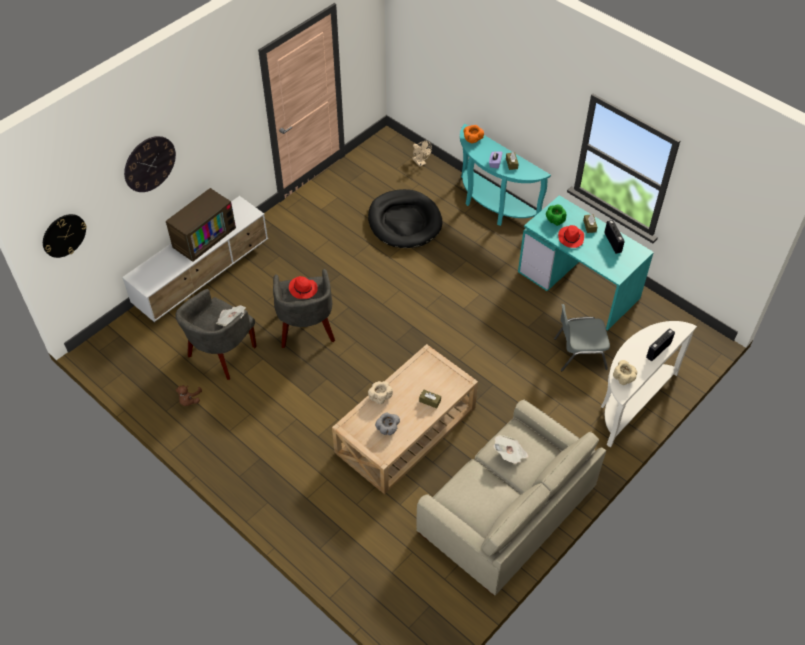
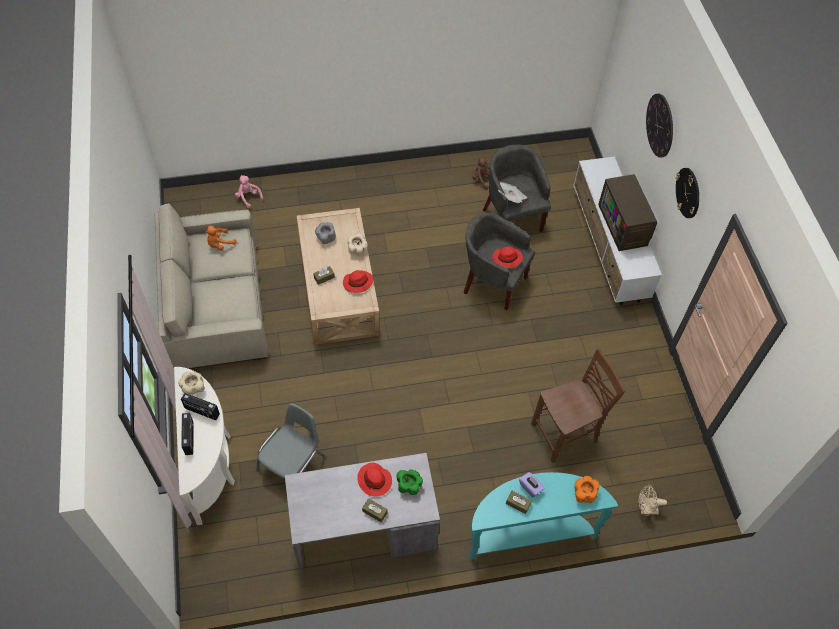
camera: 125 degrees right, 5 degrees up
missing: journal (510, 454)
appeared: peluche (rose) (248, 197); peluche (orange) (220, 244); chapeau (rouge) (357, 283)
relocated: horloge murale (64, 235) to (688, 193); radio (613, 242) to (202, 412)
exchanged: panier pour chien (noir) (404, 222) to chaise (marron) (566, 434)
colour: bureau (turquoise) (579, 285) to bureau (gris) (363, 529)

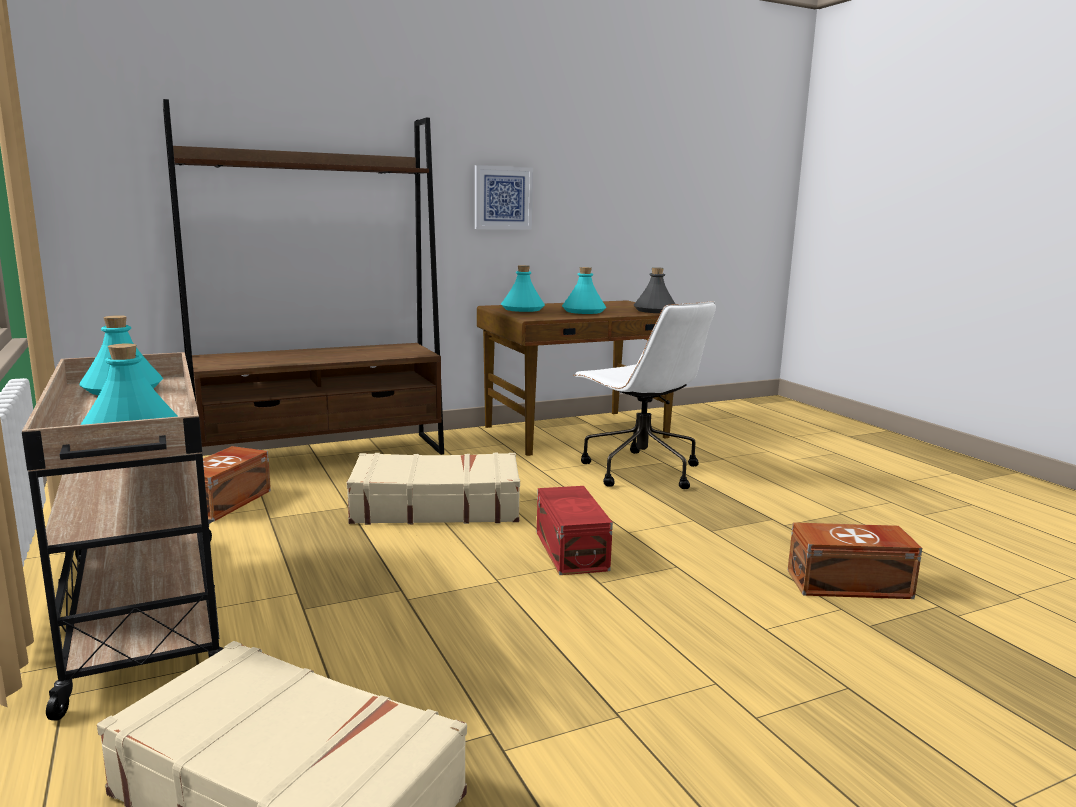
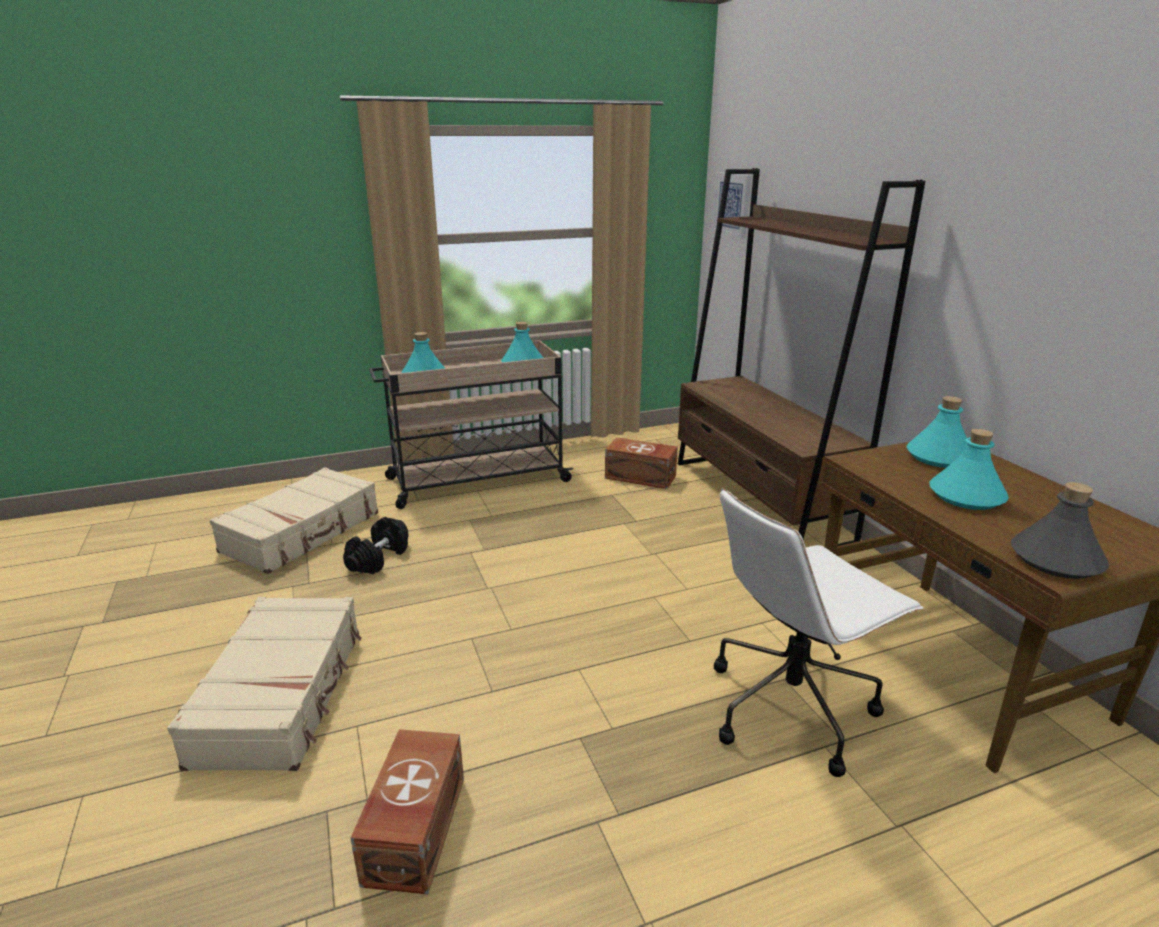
camera: 95 degrees right, 10 degrees up
missing: boîte de rangement (rouge) (572, 550)
appeared: haltère (noir) (378, 559)
relocated: tableau (503, 198) to (732, 204); valise (beige) (436, 506) to (282, 695)

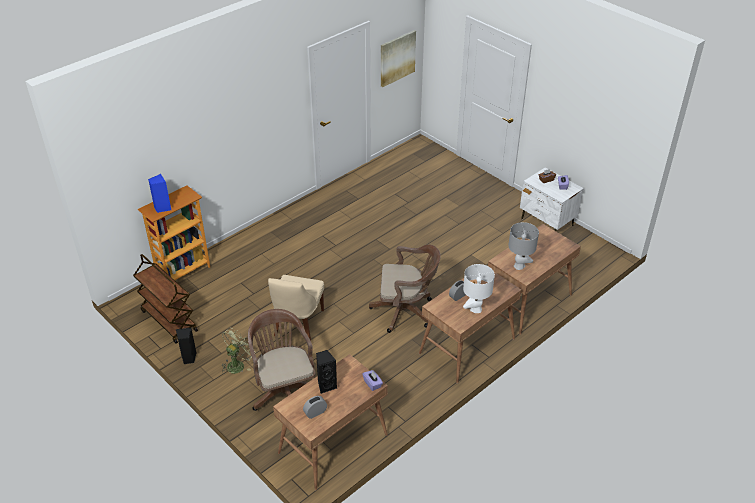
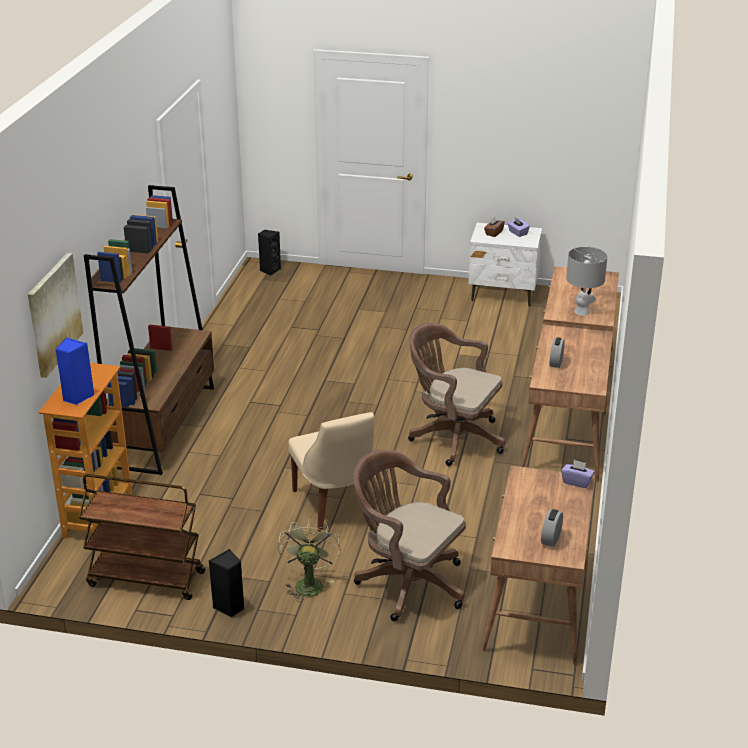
camera: 35 degrees left, 10 degrees down
missing: lampe de table (blanc) (475, 309)
appeared: bibliothèque (marron) (165, 426)
relocated: tableau (397, 58) to (54, 314); enceinte (noir) (326, 385) to (269, 270)
spun: chaise de bureau (marron) (406, 311) = (453, 437) 120 degrees counterclockwise

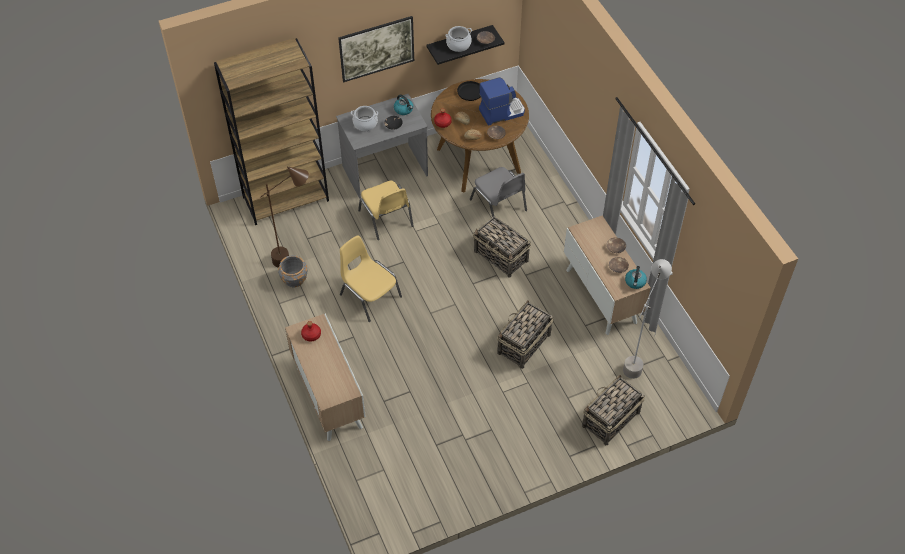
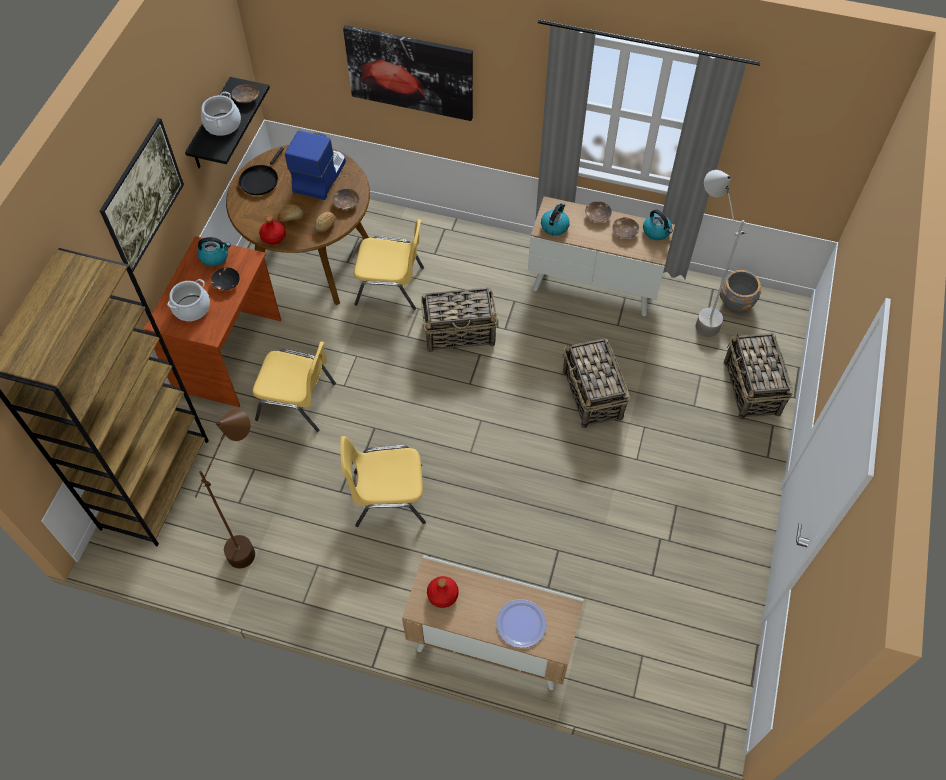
camera: 50 degrees left, 5 degrees up
appeared: tableau (410, 72); bouilloire (554, 226); assiette (521, 624)
relocated: cache-pot (gris) (294, 279) to (735, 303)
colour: bureau (gris) (385, 171) to bureau (marron) (229, 354); chaise (gris) (499, 205) to chaise (jaune) (391, 285)

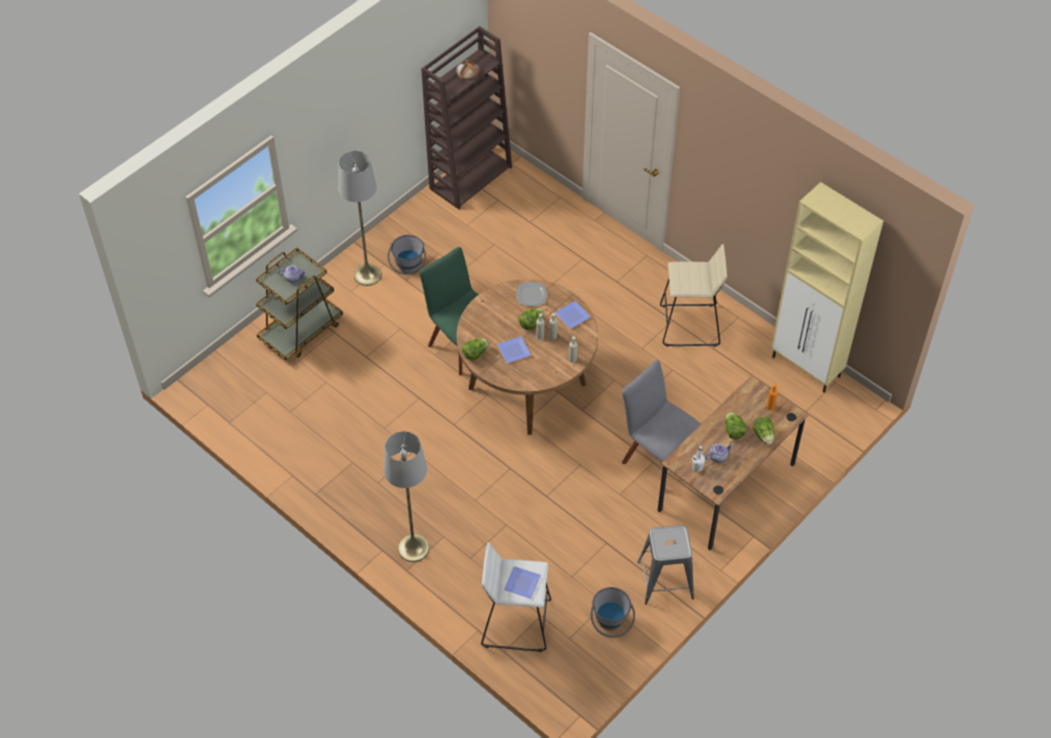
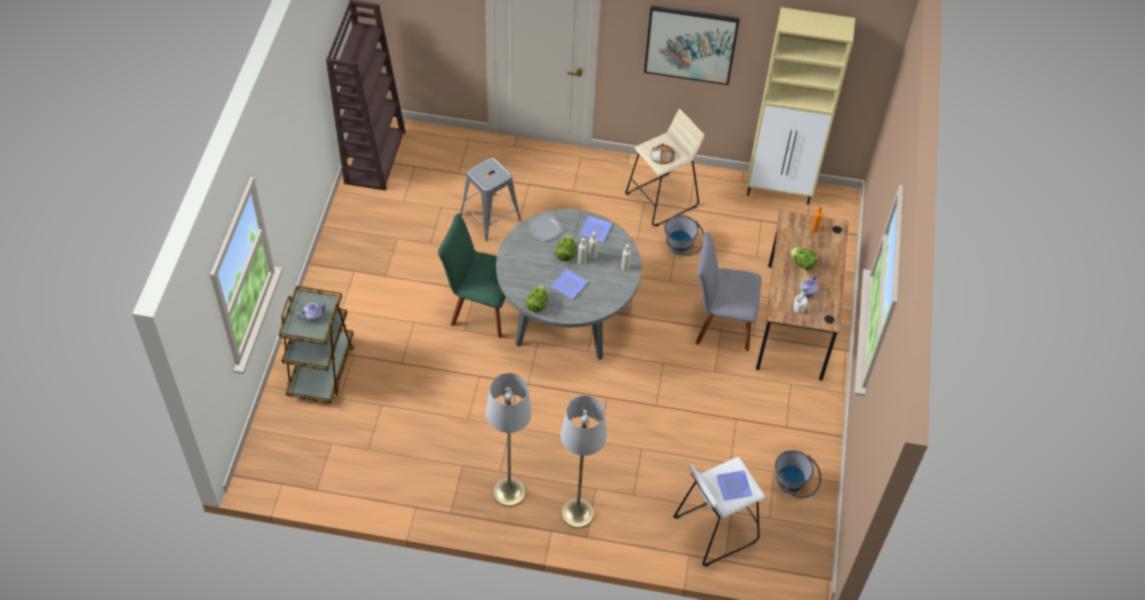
camera: 35 degrees left, 0 degrees up
missing: laitue (763, 436)
appeared: tableau (690, 44)
relocated: pain (468, 71) to (662, 155); lampadaire (gris) (367, 275) to (509, 492); seau (gris) (408, 269) to (681, 250); tabouret (gris) (665, 580) to (490, 217)
colour: table à manger (marron) (527, 386) to table à manger (gris) (566, 318)

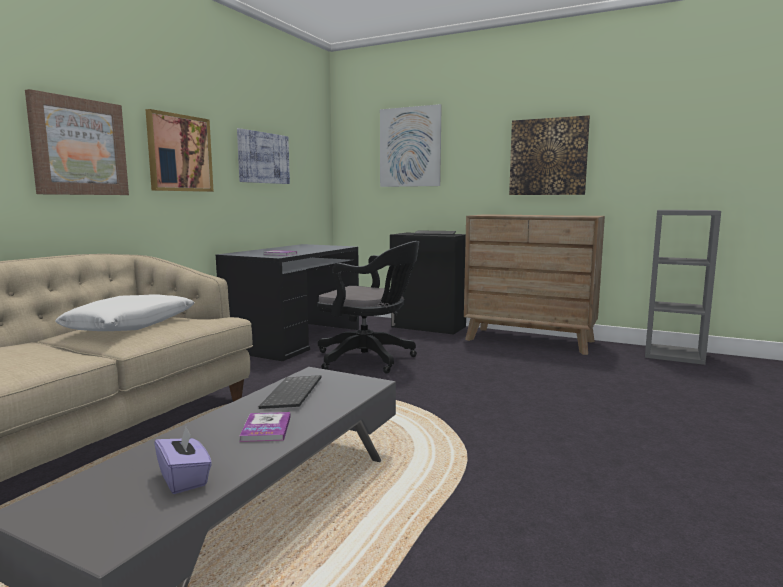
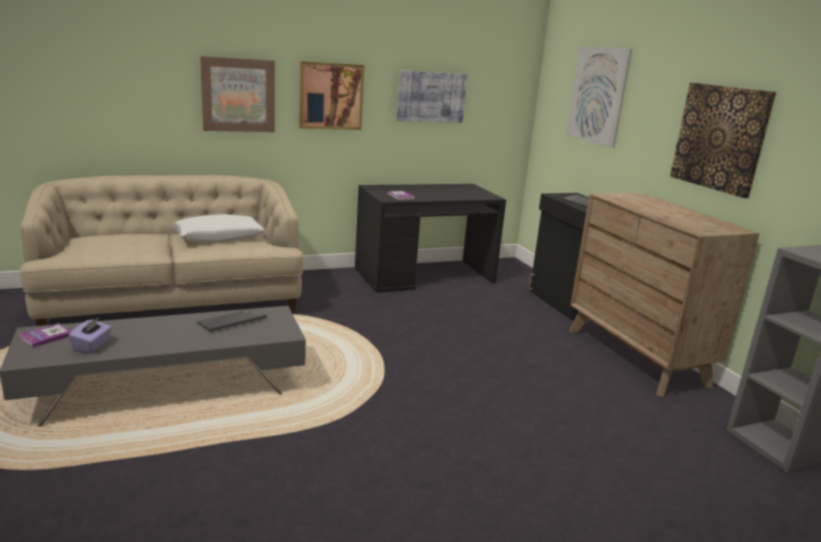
camera: 40 degrees right, 10 degrees up
missing: chaise de bureau (noir) (370, 360)
relocated: livre (266, 428) to (46, 336)

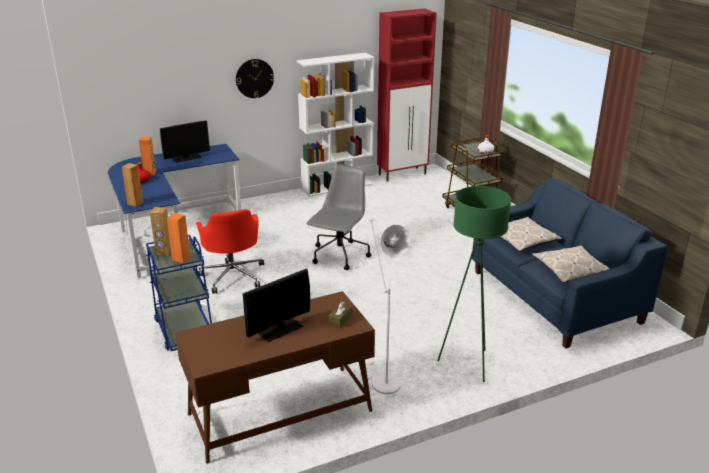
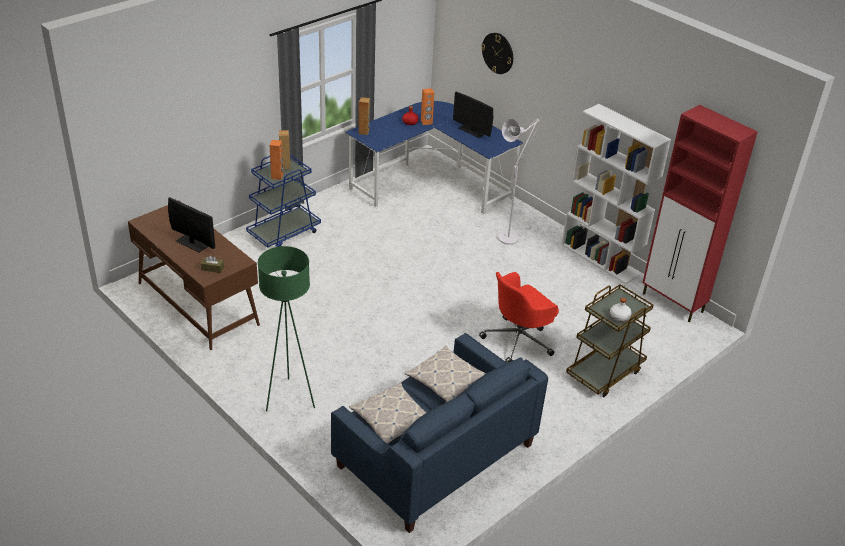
camera: 70 degrees right, 10 degrees up
missing: chaise de bureau (gris) (339, 256)
relocated: horloge murale (254, 78) to (498, 53); chaise de bureau (rouge) (233, 275) to (518, 340); lampadaire (blanc) (382, 381) to (510, 236)

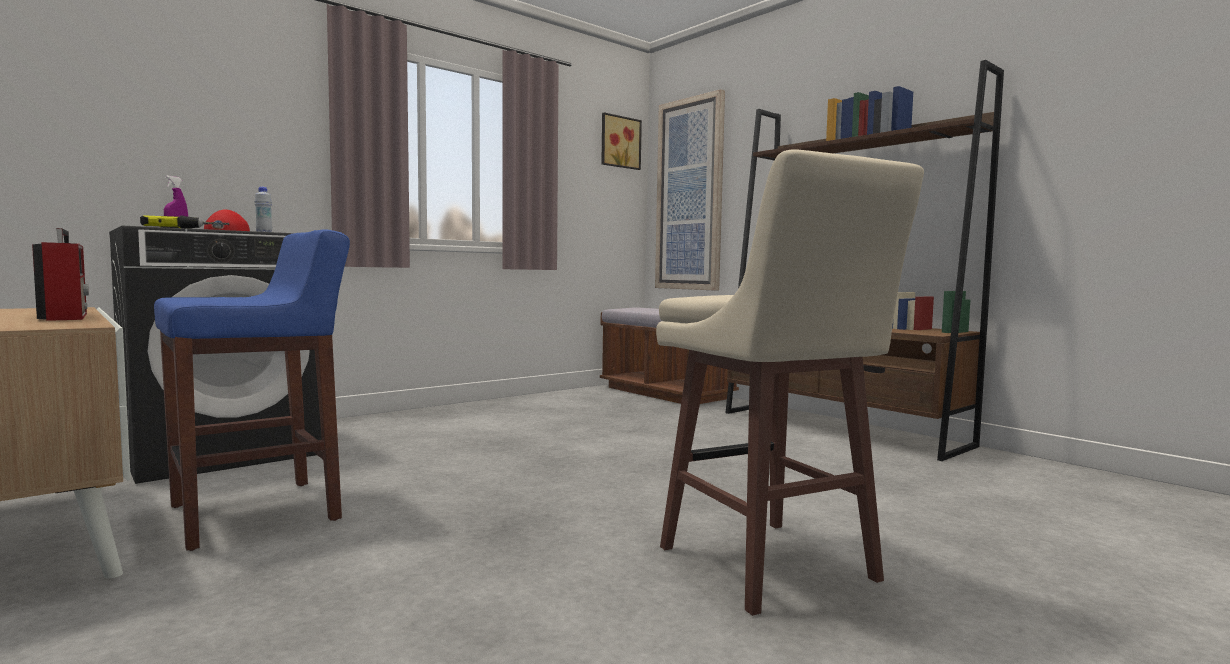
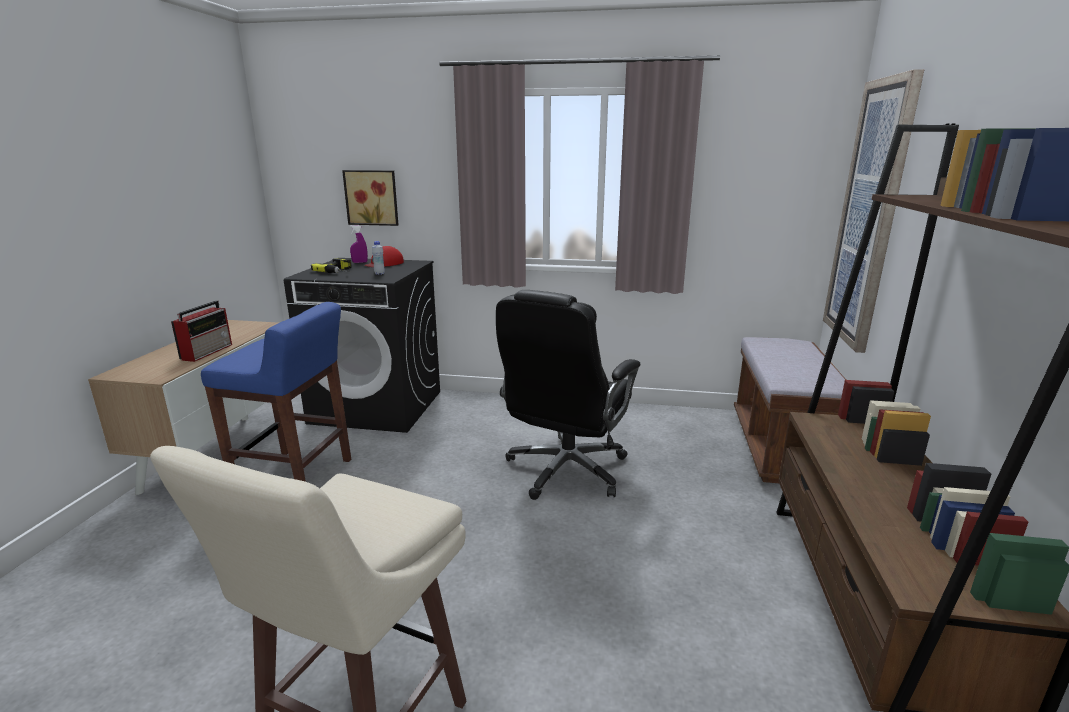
camera: 50 degrees right, 15 degrees up
appeared: chaise de bureau (noir) (565, 470)
relocated: tableau (619, 142) to (372, 197)

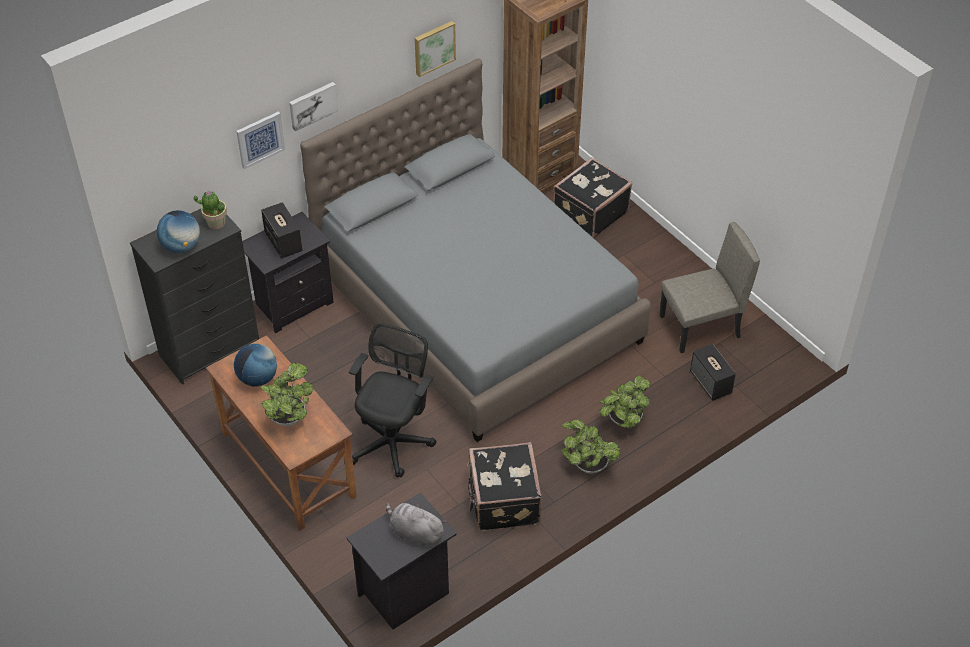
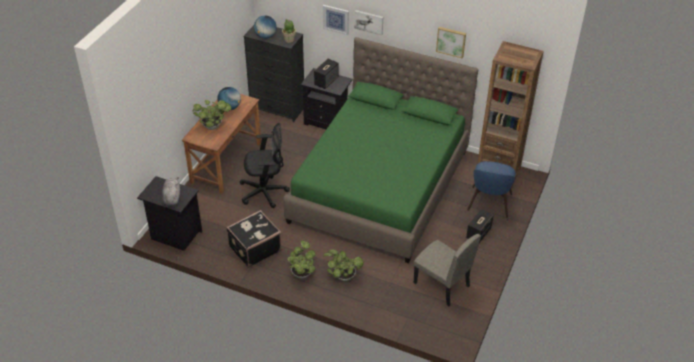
camera: 60 degrees right, 5 degrees down
relocated: enceinte (711, 383) to (478, 233)
exchanged: valise (noir) (589, 213) to chaise (bleu) (489, 203)
colour: lit (gris) (477, 306) to lit (vert) (380, 186)

